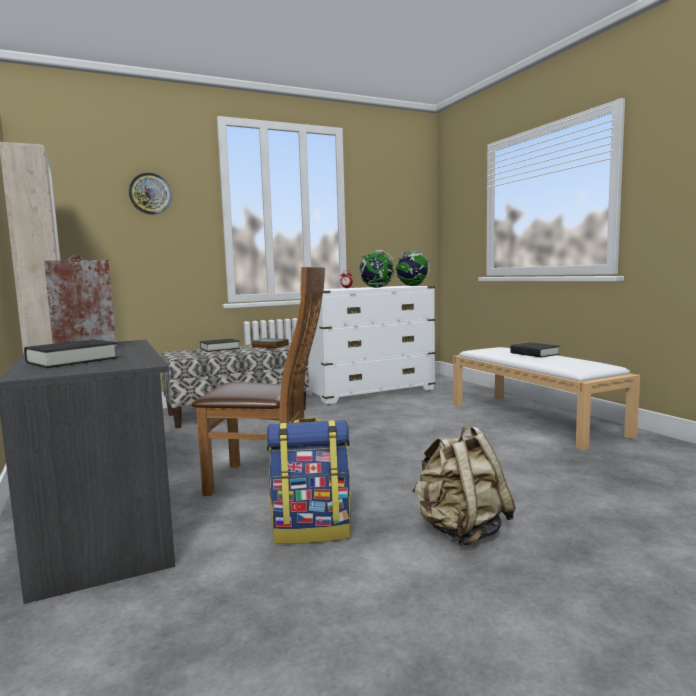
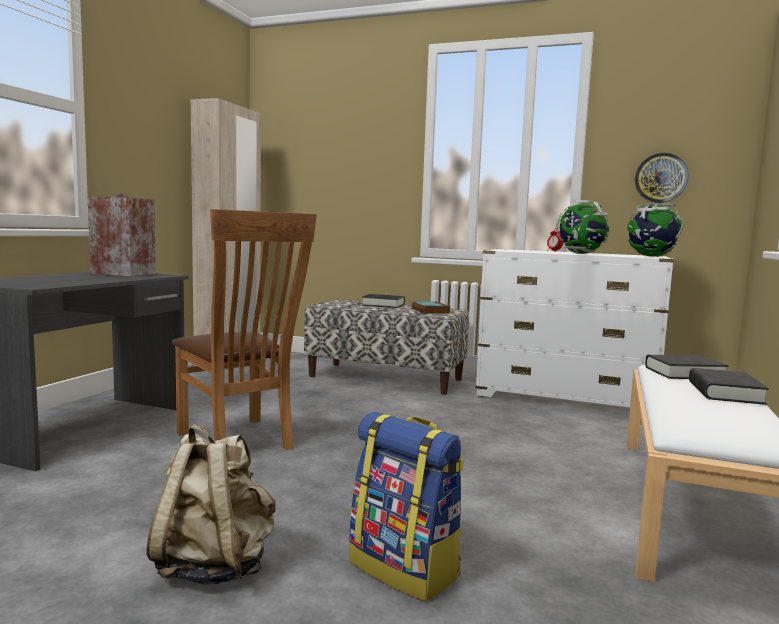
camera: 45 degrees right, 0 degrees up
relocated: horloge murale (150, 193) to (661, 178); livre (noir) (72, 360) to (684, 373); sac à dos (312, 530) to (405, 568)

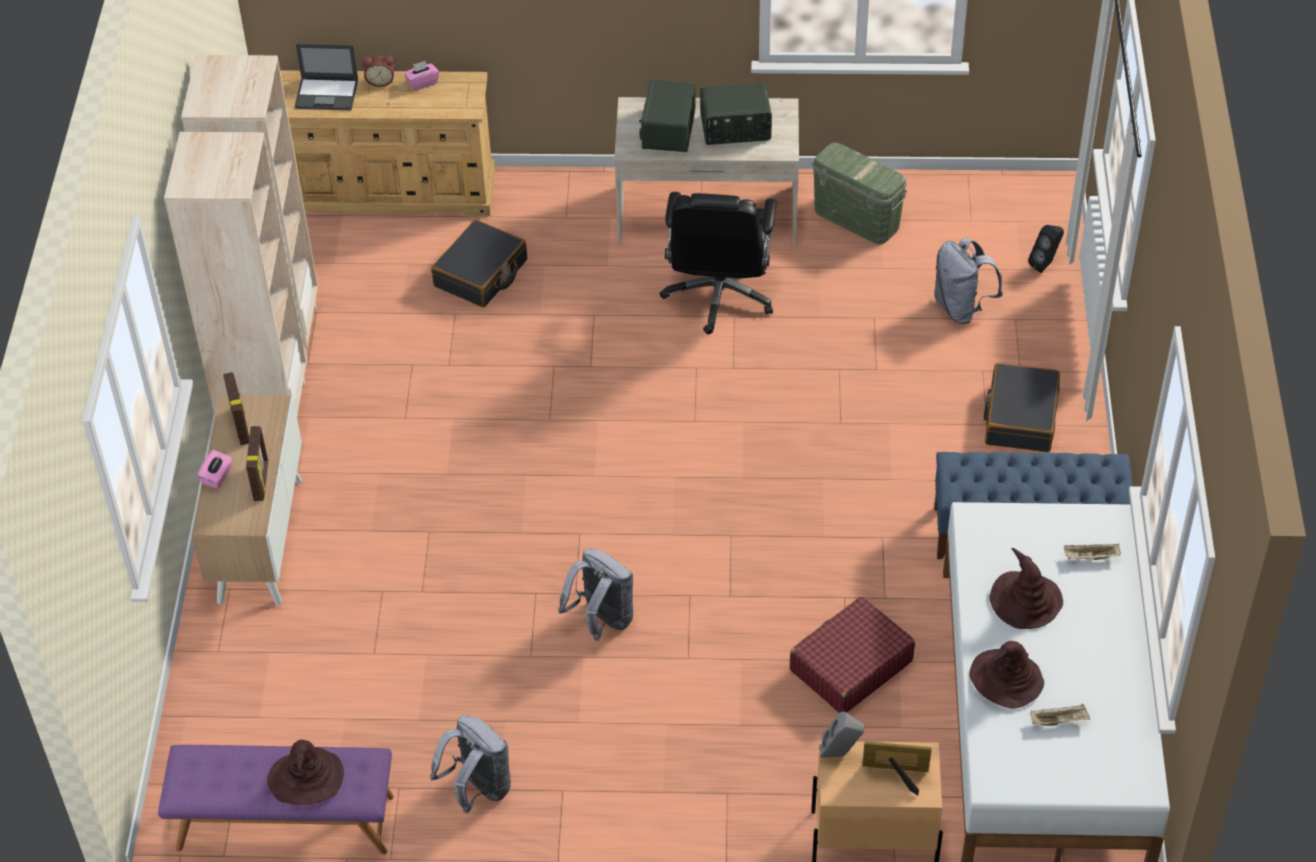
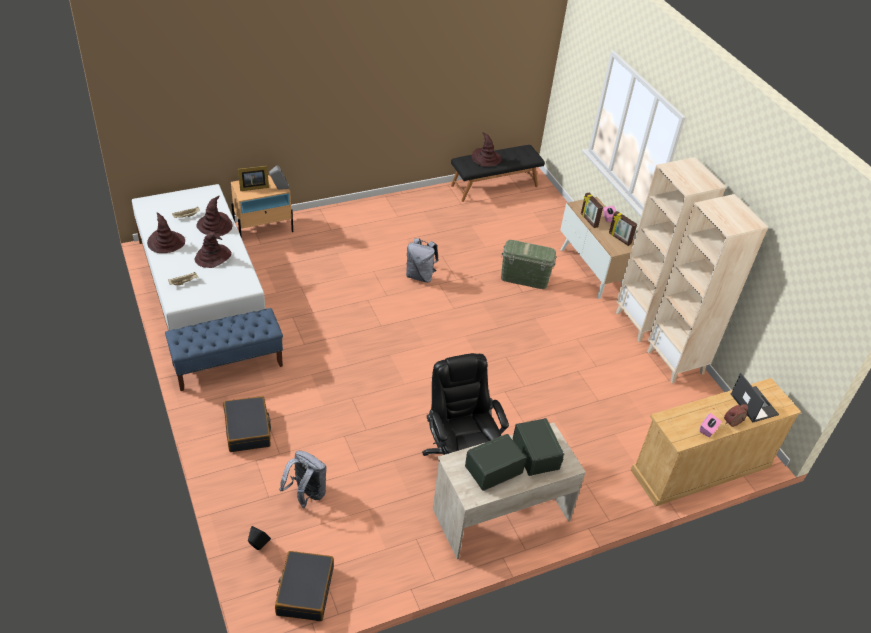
camera: 150 degrees right, 5 degrees down
missing: valise (rouge) (850, 666); sac à dos (gris) (478, 789)
appeared: chapeau (marron) (166, 242)
relocated: boîte de rangement (vert) (857, 218) to (524, 278); valise (noir) (481, 274) to (304, 591)
colour: banc (violet) (285, 823) to banc (noir) (494, 185)
spun: ordinateur portable (327, 94) = (753, 404) 90 degrees clockwise

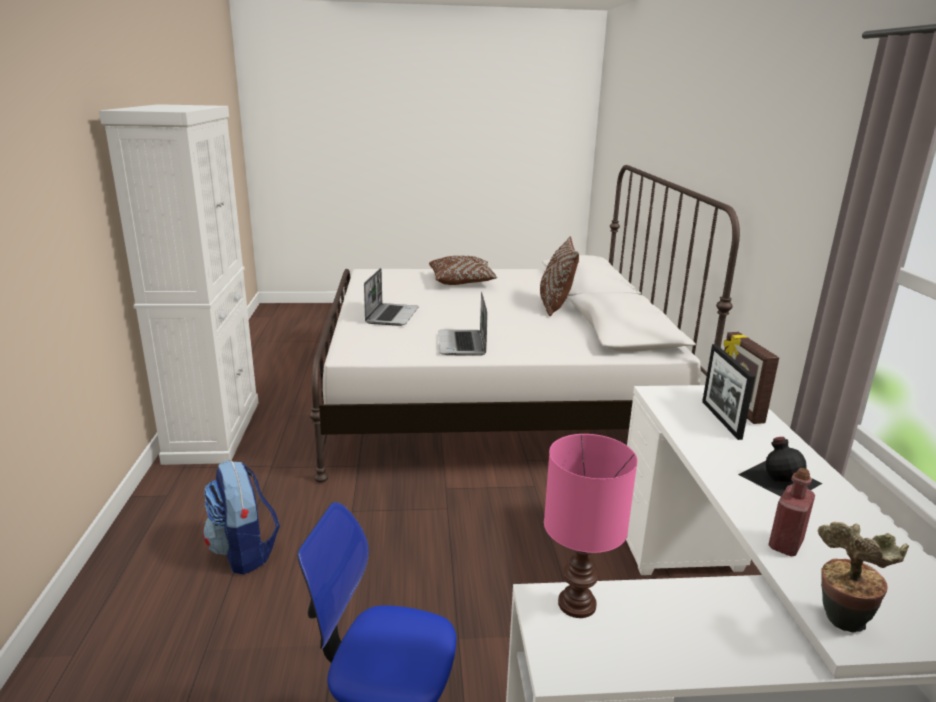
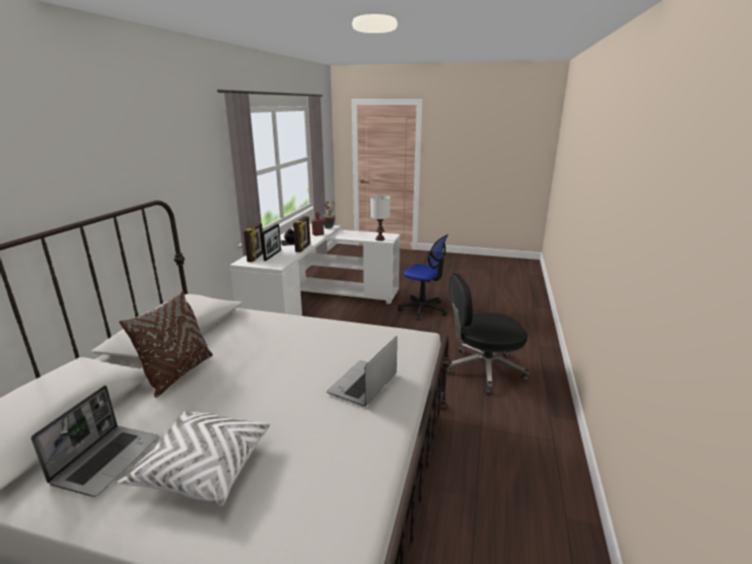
camera: 160 degrees left, 0 degrees up
missing: meuble de rangement (blanc) (214, 430)
appeared: cadre photo (303, 248)
relocated: ordinateur portable (462, 344) to (107, 459)
exchanged: sac à dos (244, 552) to chaise de bureau (noir) (482, 370)
colour: coussin (marron) (462, 281) to coussin (blanc) (203, 468); lampe de table (rose) (577, 603) to lampe de table (blanc) (379, 239)

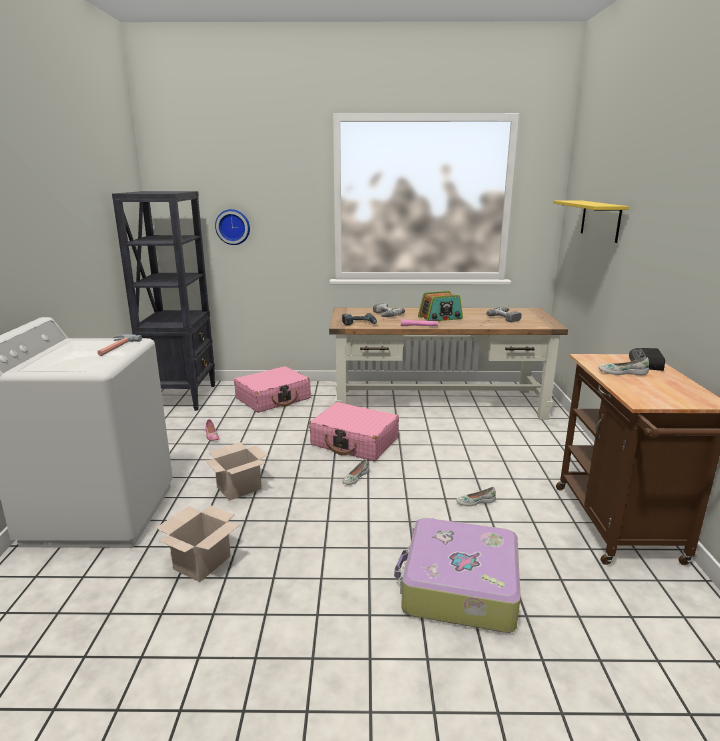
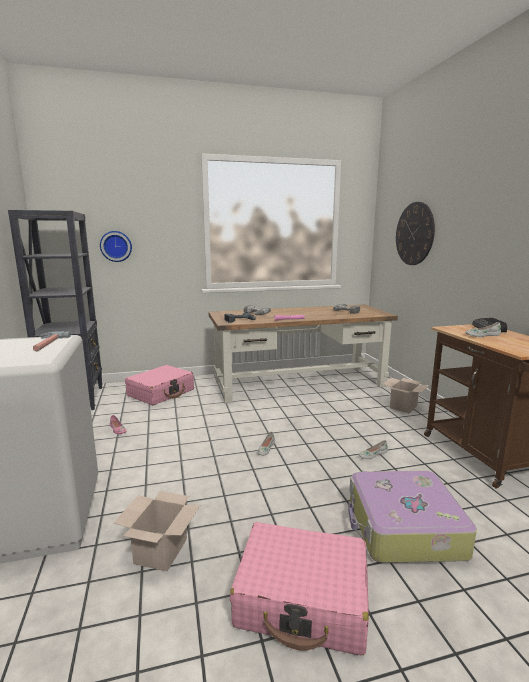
camera: 15 degrees left, 5 degrees down
missing: radio (440, 318)
relocated: valise (rose) (355, 442) to (302, 599); carton (239, 487) to (403, 406)
exchanged: étagère (jaune) (600, 220) to horloge murale (414, 234)

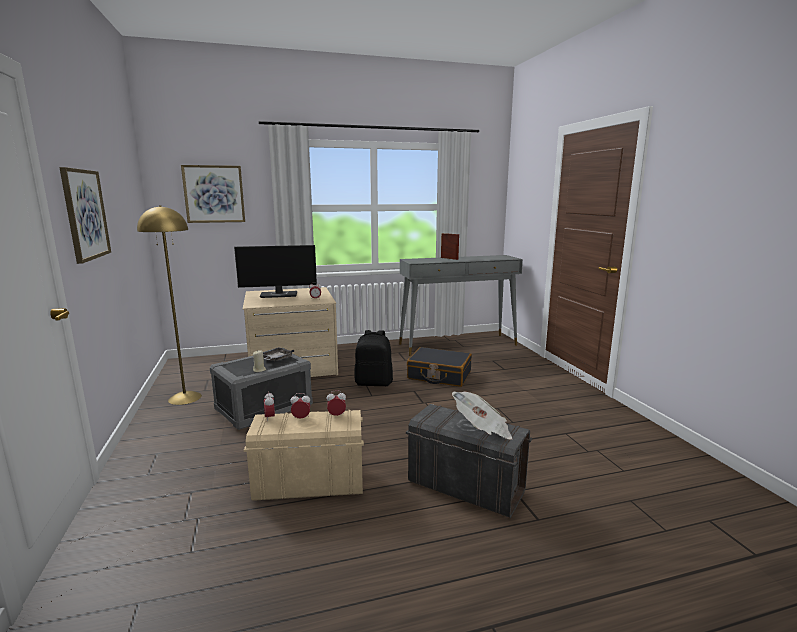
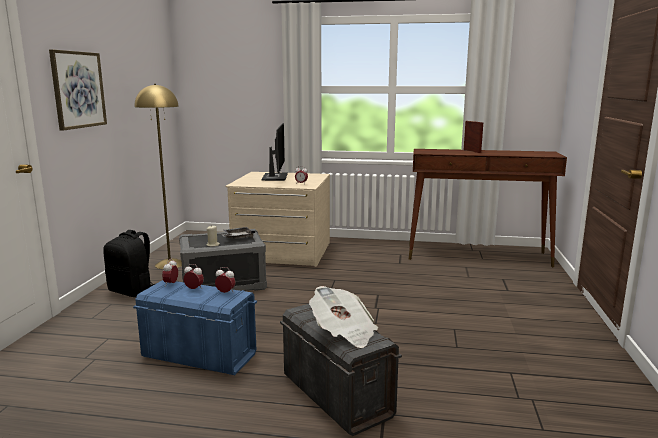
camera: 25 degrees right, 0 degrees up
missing: tableau (214, 194); valise (noir) (439, 375)
relocated: sac à dos (noir) (374, 383) to (132, 291)
colour: table console (gris) (458, 344) to table console (marron) (478, 256); boîte de rangement (beige) (309, 483) to boîte de rangement (bleu) (199, 355)
spun: écran d'ordinateur (280, 295) = (275, 177) 105 degrees counterclockwise

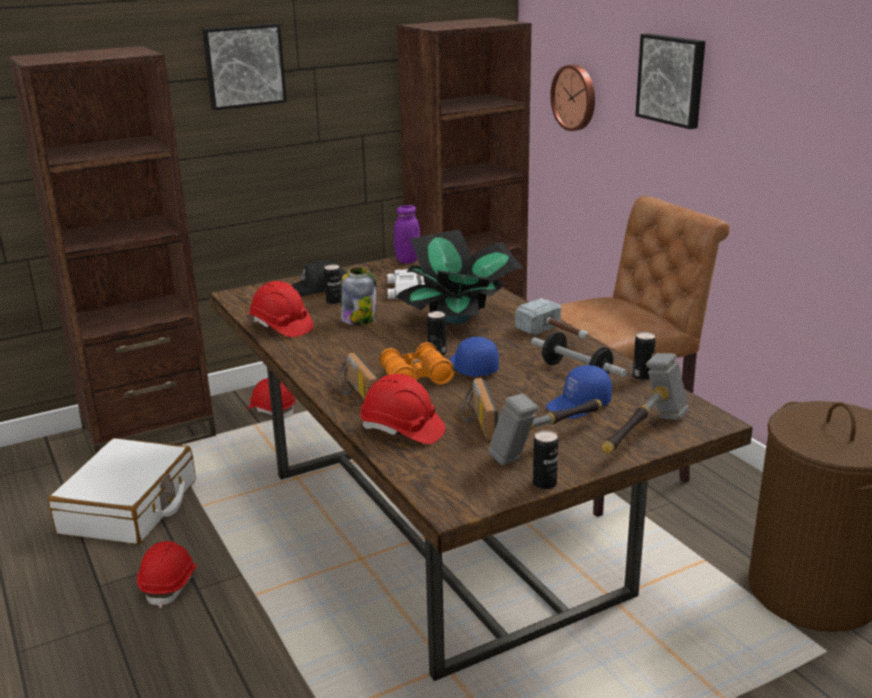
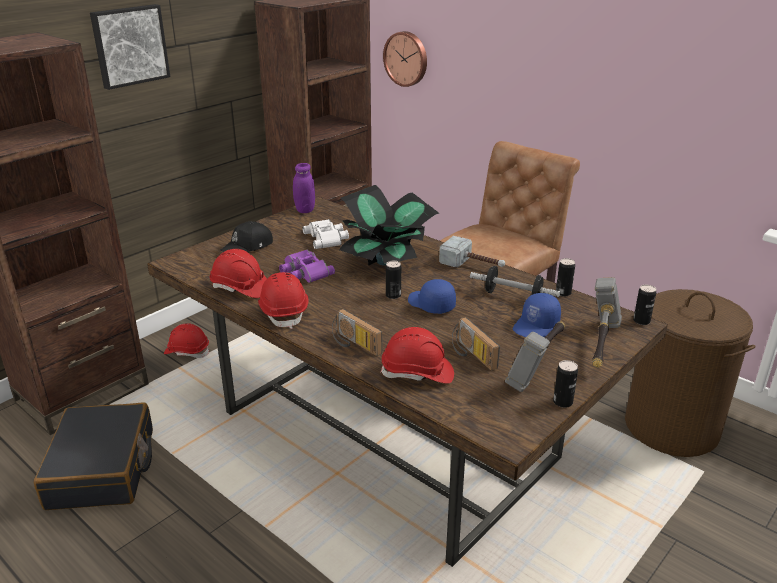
camera: 20 degrees left, 5 degrees up
missing: tableau (672, 80); jumelles (orange) (416, 377)
relocated: boîte métallique (334, 302) to (641, 321); casque de chantier (rouge) (170, 584) to (284, 312)
exchanged: bocal (358, 319) to jumelles (violet) (304, 272)
colour: valise (blanc) (129, 507) to valise (noir) (102, 469)

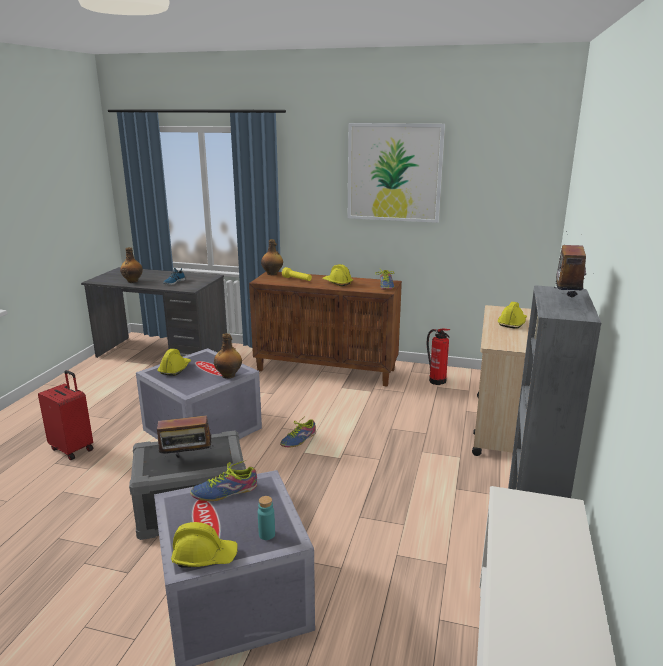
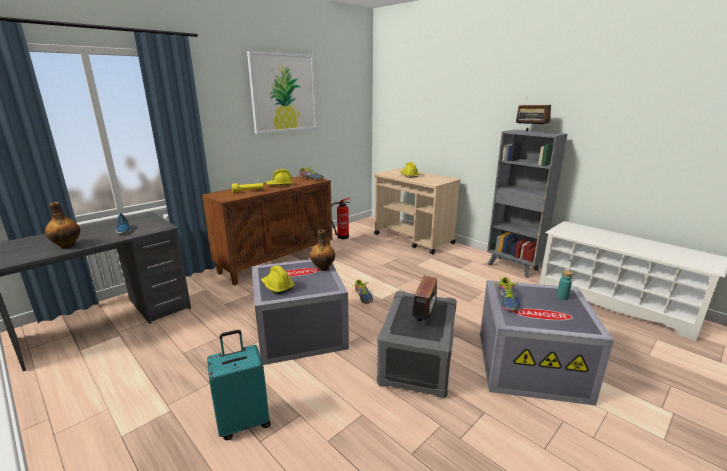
camera: 60 degrees left, 0 degrees up
missing: bouteille (272, 274); casque de chantier (jaune) (204, 556)
colour: valise (rouge) (73, 449) to valise (turquoise) (244, 422)

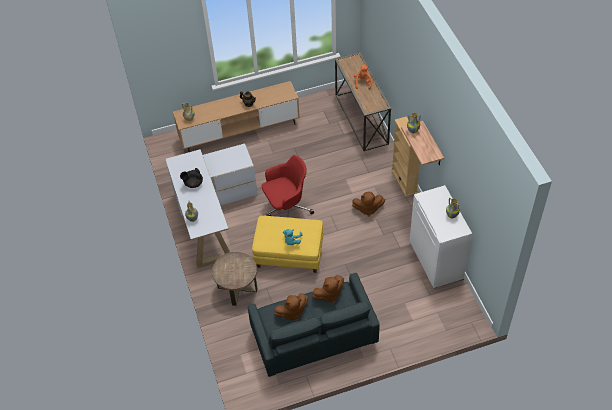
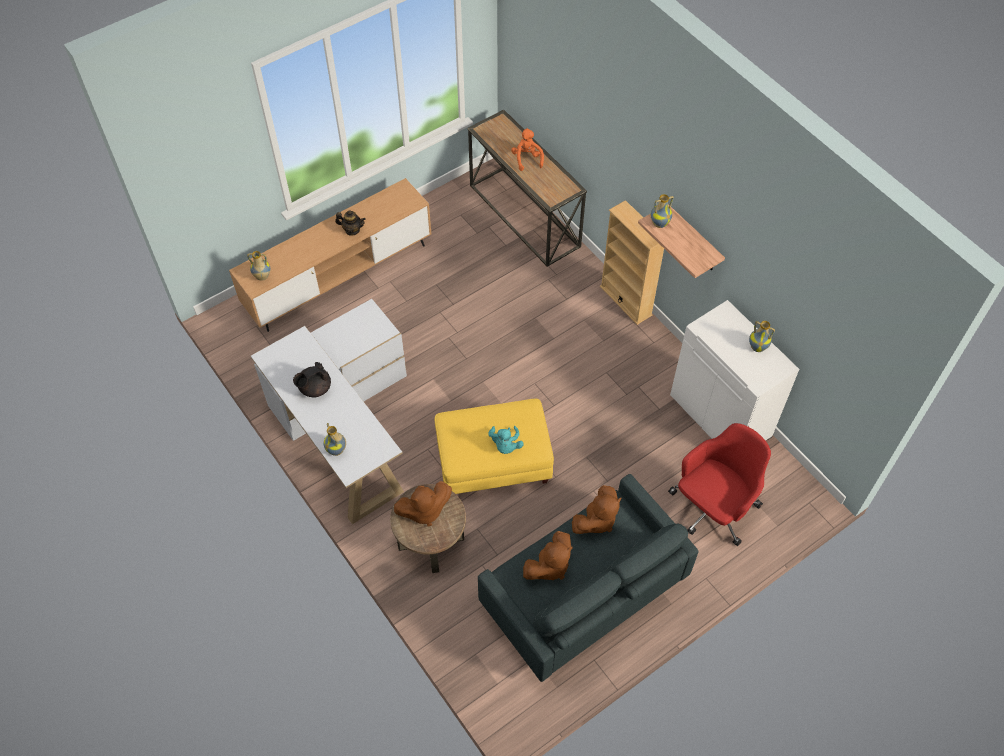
camera: 20 degrees left, 5 degrees up
relocated: chaise de bureau (rouge) (286, 209) to (713, 508); peluche (marron) (367, 209) to (424, 511)

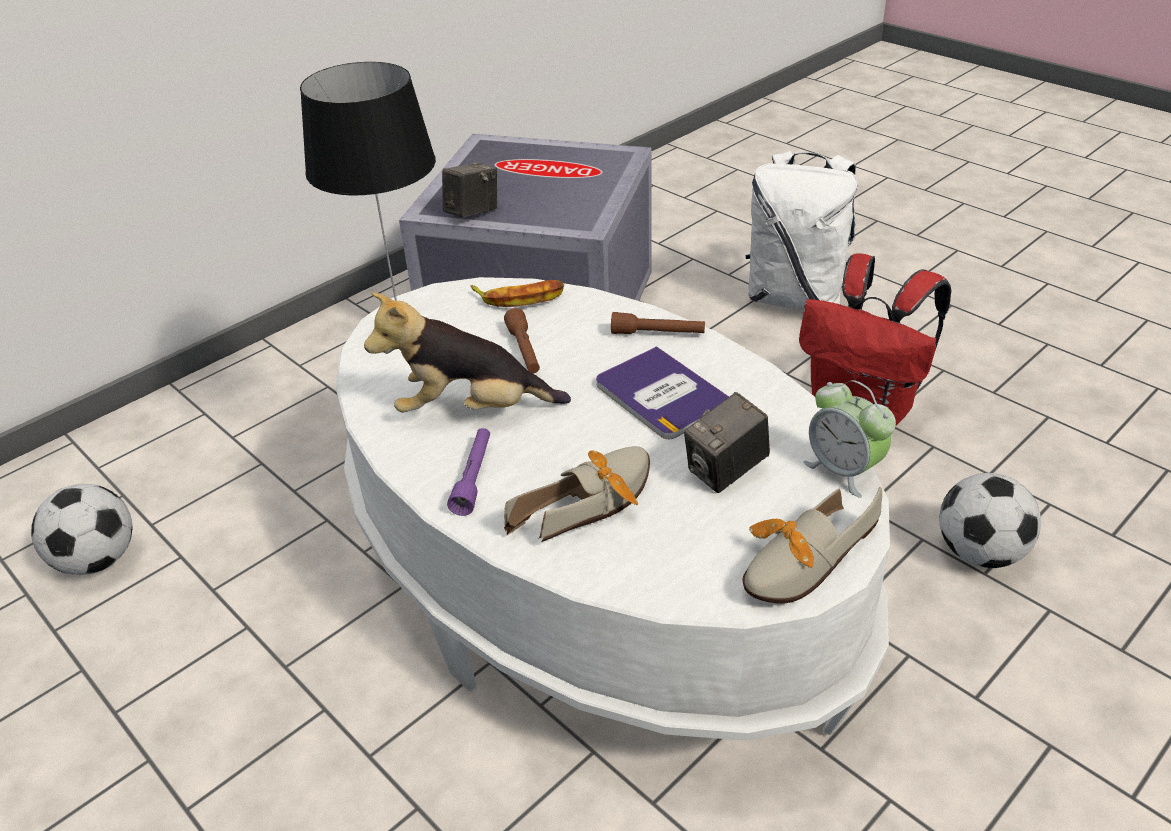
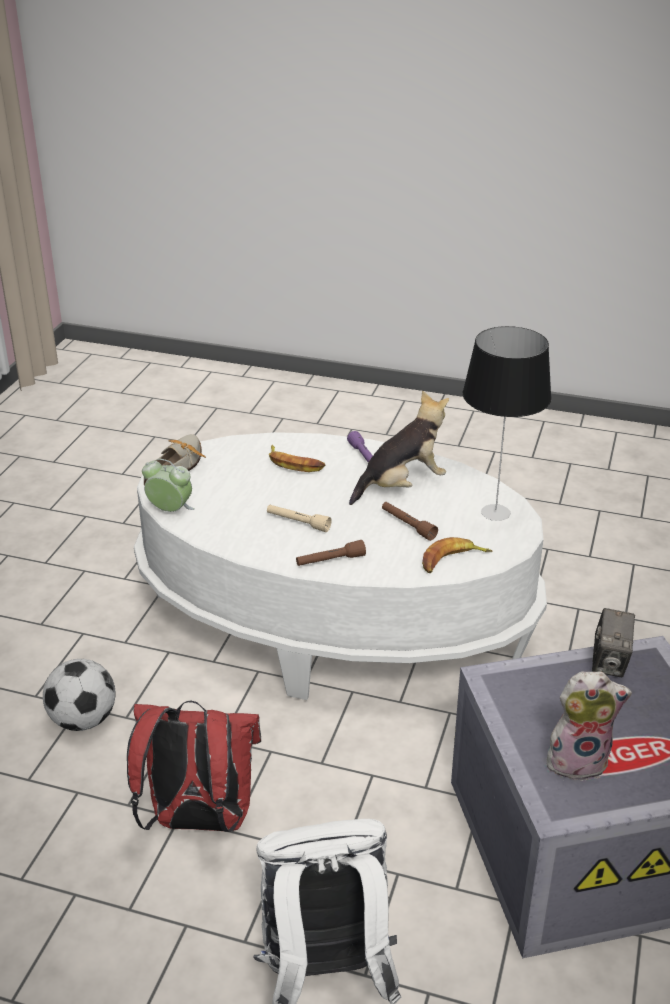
camera: 150 degrees right, 5 degrees down
missing: appareil photo (726, 472); ballon de foot (98, 560)
appeared: peluche (578, 760)
exchanged: livre (661, 394) to lampe de poche (beige) (298, 523); chaussure (592, 502) to banane (294, 464)

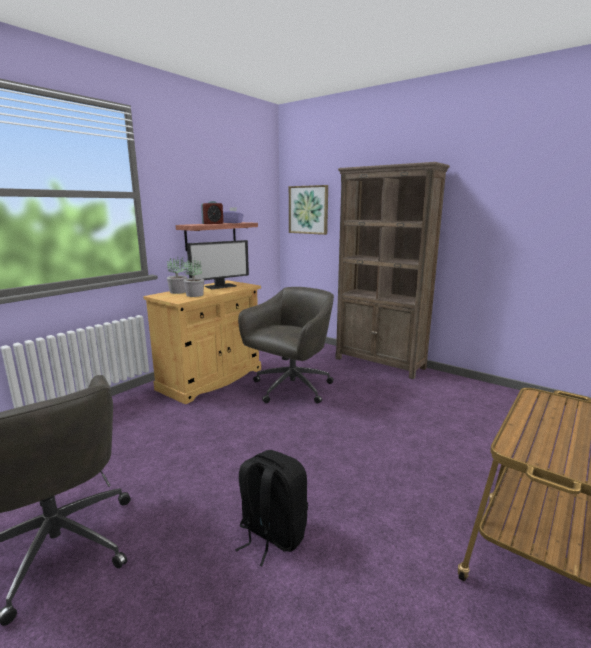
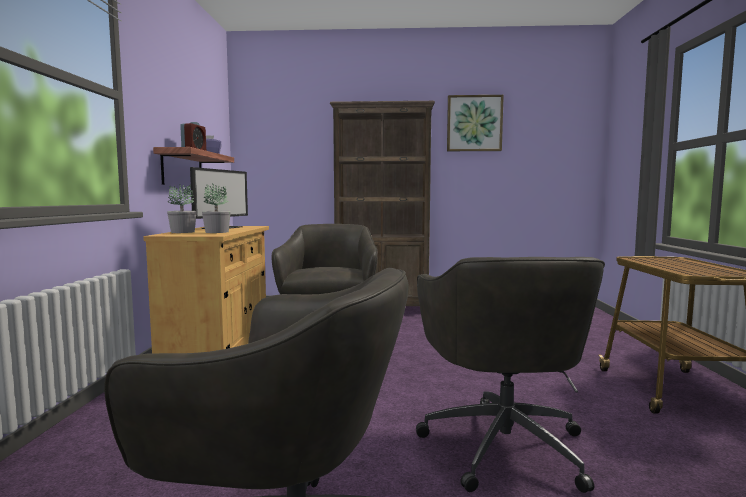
camera: 35 degrees left, 10 degrees down
relocated: tableau (308, 210) to (474, 123)
exchanged: sac à dos (noir) (271, 534) to chaise de bureau (gris) (503, 444)

